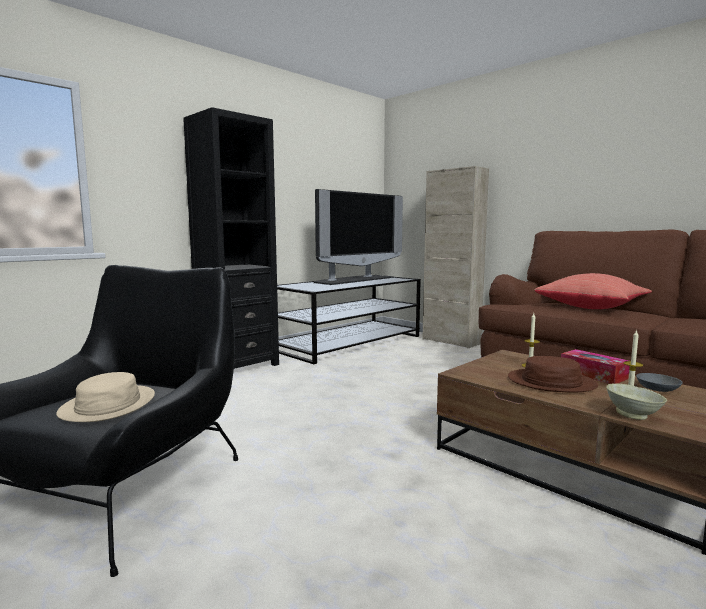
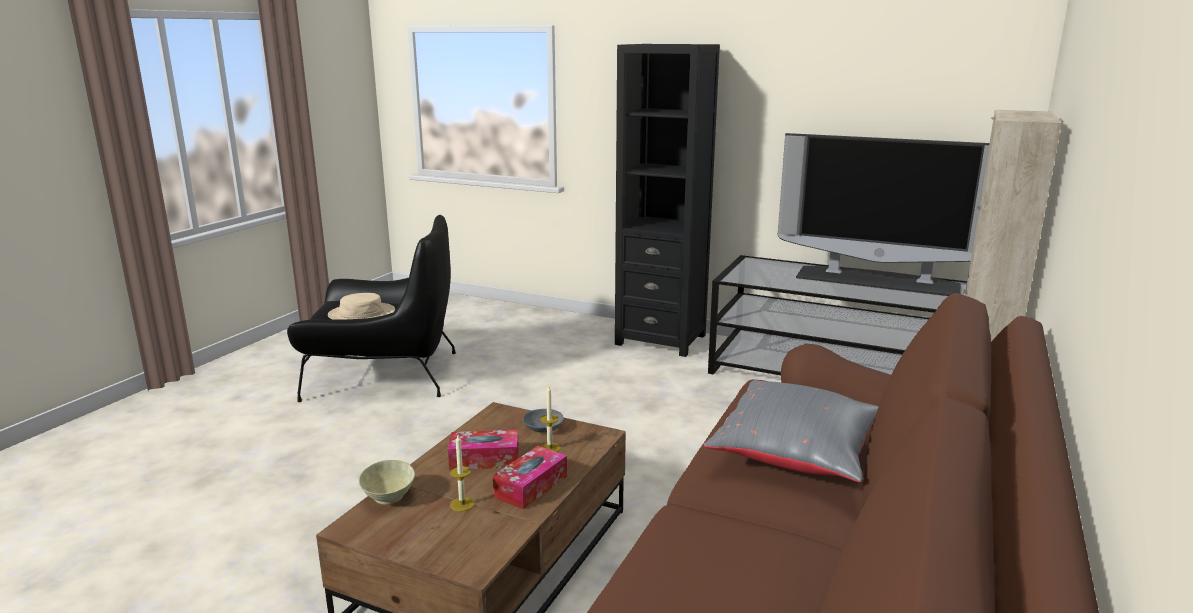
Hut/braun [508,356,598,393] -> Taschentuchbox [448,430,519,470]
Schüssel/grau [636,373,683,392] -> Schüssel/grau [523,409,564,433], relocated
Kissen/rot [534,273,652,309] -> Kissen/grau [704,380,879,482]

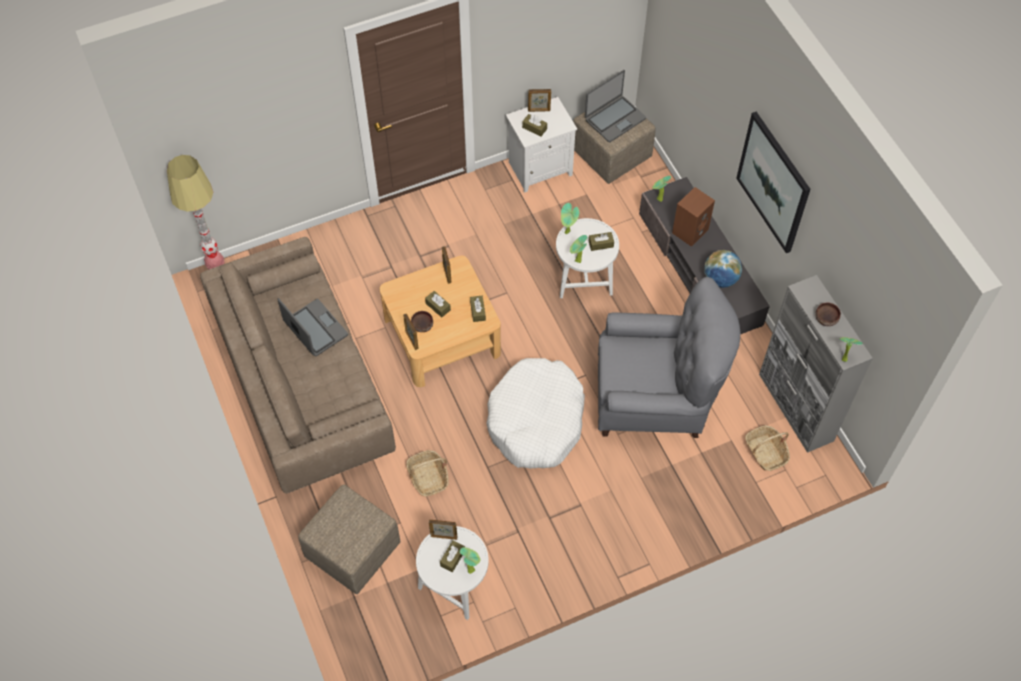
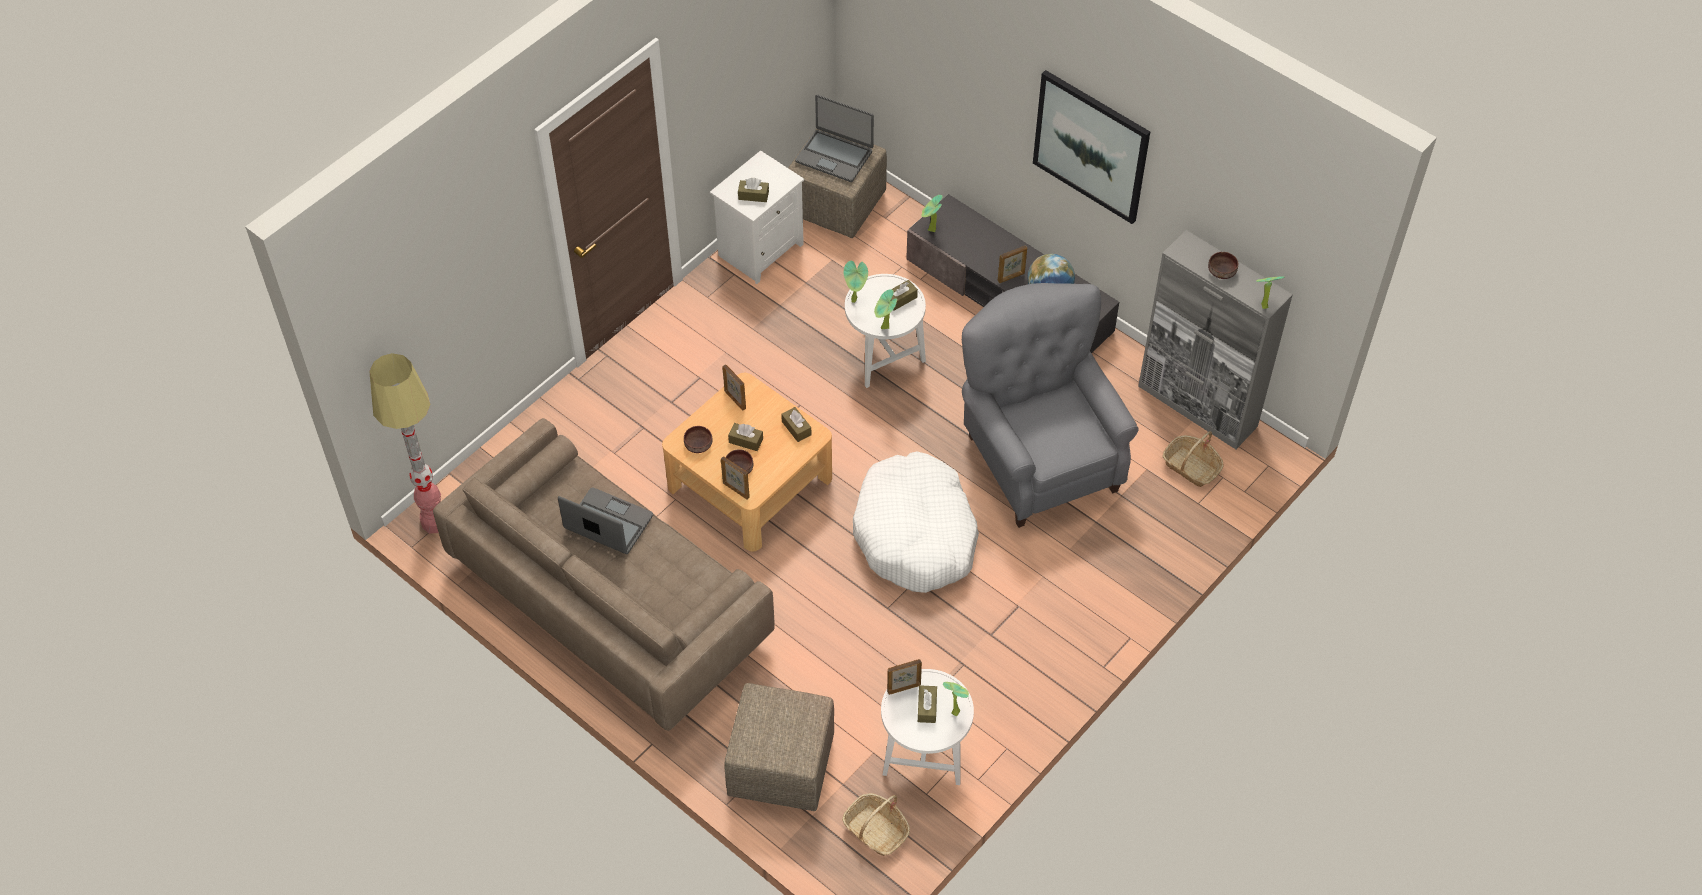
none -> Schüssel/braun [684,426,713,453]
Laptop [585,70,646,142] -> Laptop [795,94,874,182], 90 degrees clockwise
Korb [406,450,449,497] -> Korb [842,793,910,856], relocated
Sessel/grau [598,277,741,438] -> Sessel/grau [962,283,1139,528], 90 degrees counterclockwise
Bilderrahmen [528,89,551,112] -> Bilderrahmen [998,245,1027,283], relocated
Lautsprecher/braun [672,187,715,247] -> none

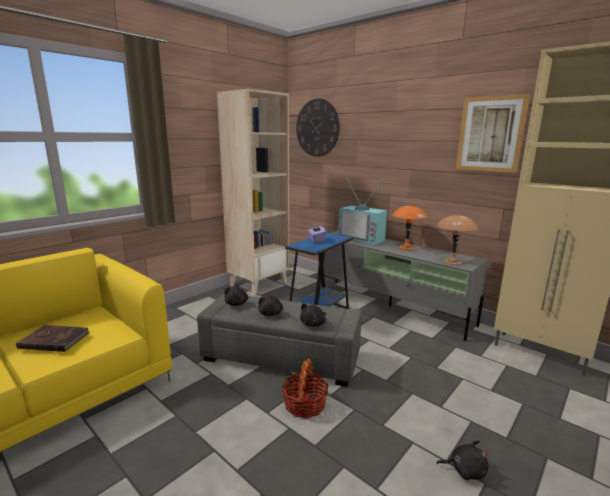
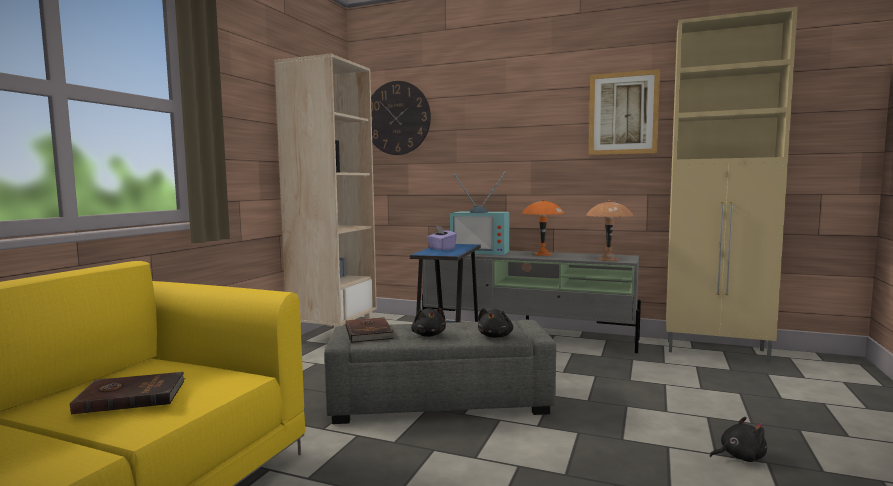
Plüschtier/schwarz [224,287,248,306] -> Buch/braun [345,317,394,343]
Korb [281,359,329,418] -> none

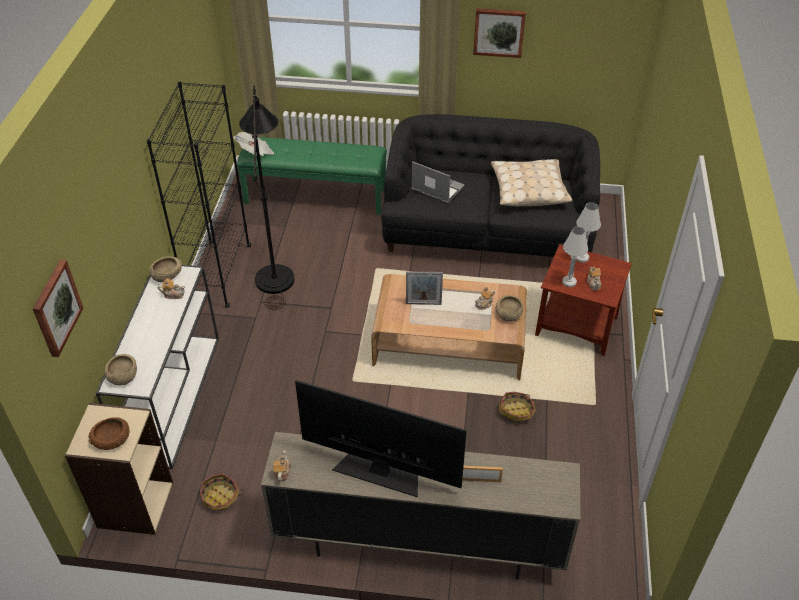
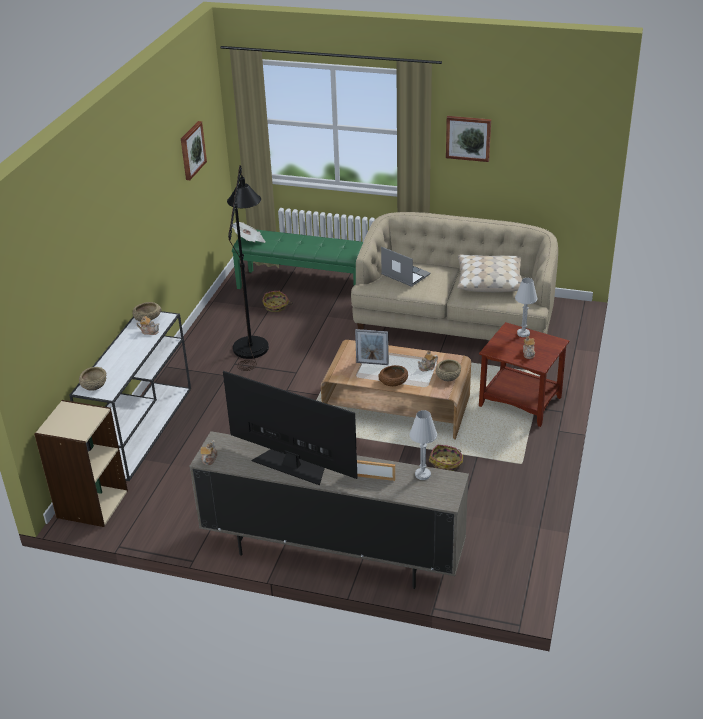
Bild [33,260,83,357] -> Bild [181,121,207,180], relocated
Korb [200,473,244,511] -> Korb [263,291,293,312], relocated
Sofa/schwarz [381,114,600,257] -> Sofa/beige [351,212,558,340]
Schüssel/braun [88,417,130,450] -> Schüssel/braun [378,365,408,386], relocated
Tischlampe/weiß [562,226,588,287] -> Tischlampe/weiß [410,410,437,480], relocated
Bücherregal/schwarz [147,81,251,308] -> none

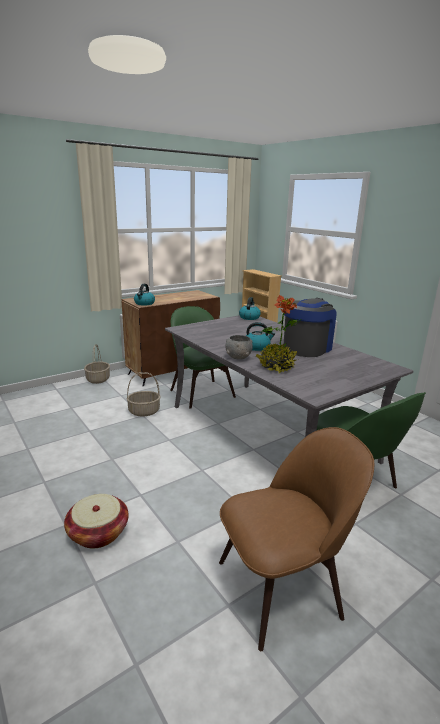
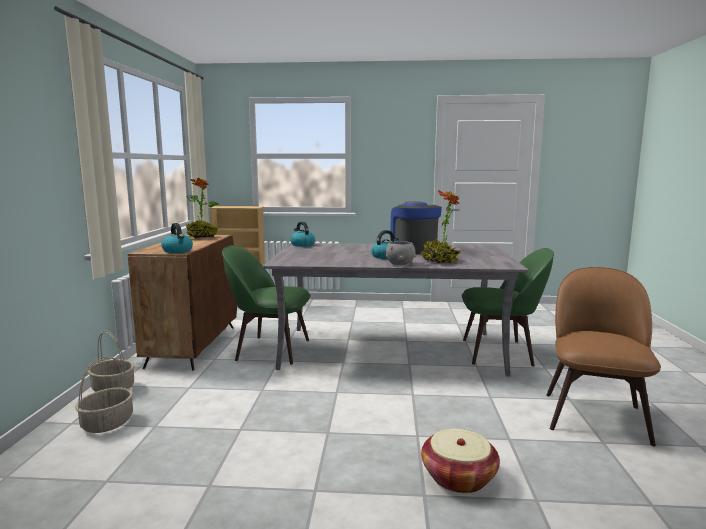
Korb [127,372,161,417] -> Korb [75,356,133,433], relocated
none -> Topfpflanze [186,178,220,238]

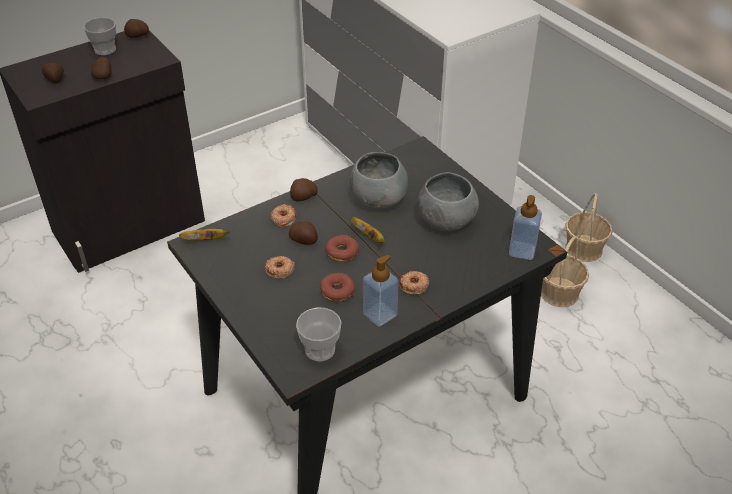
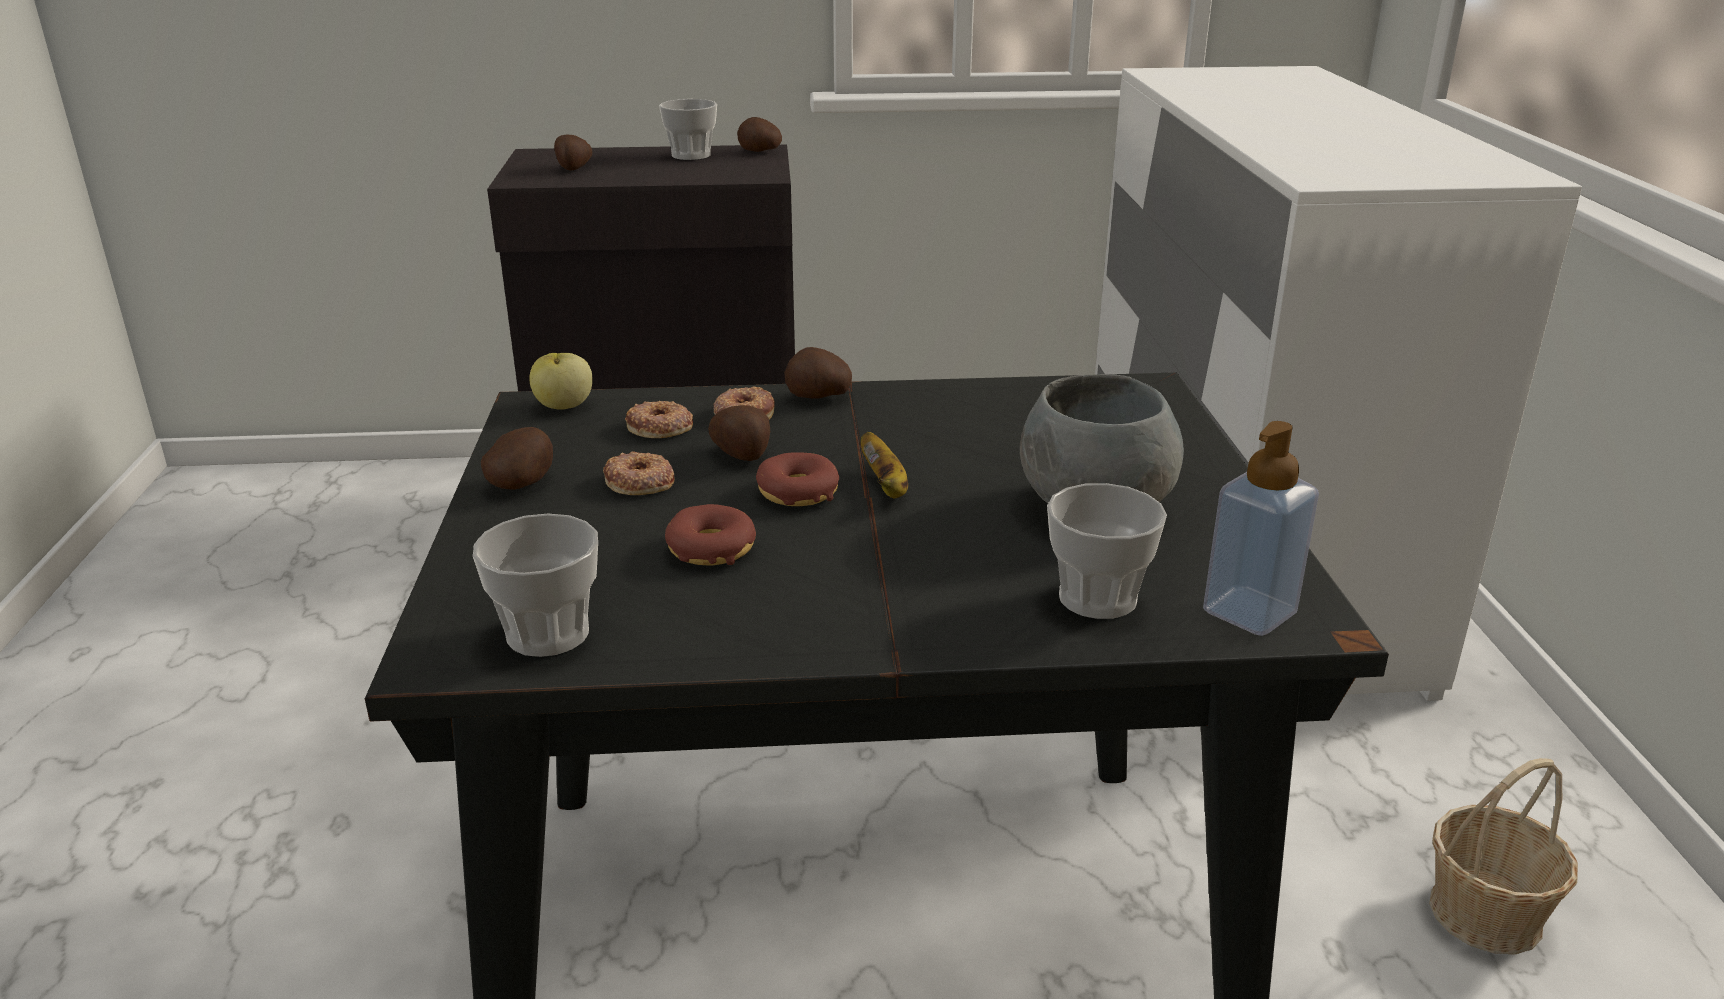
Kartoffel [91,57,112,79] -> Kartoffel [481,427,553,490], relocated
Banane [179,229,230,241] -> Apfel [530,353,593,410]
Donut [399,271,429,294] -> Donut [625,401,693,438], relocated
none -> Tasse [1047,483,1167,619]
Schüssel/grau [350,152,408,208] -> none
Seifenspender [363,255,399,326] -> none
Korb [565,193,613,262] -> none

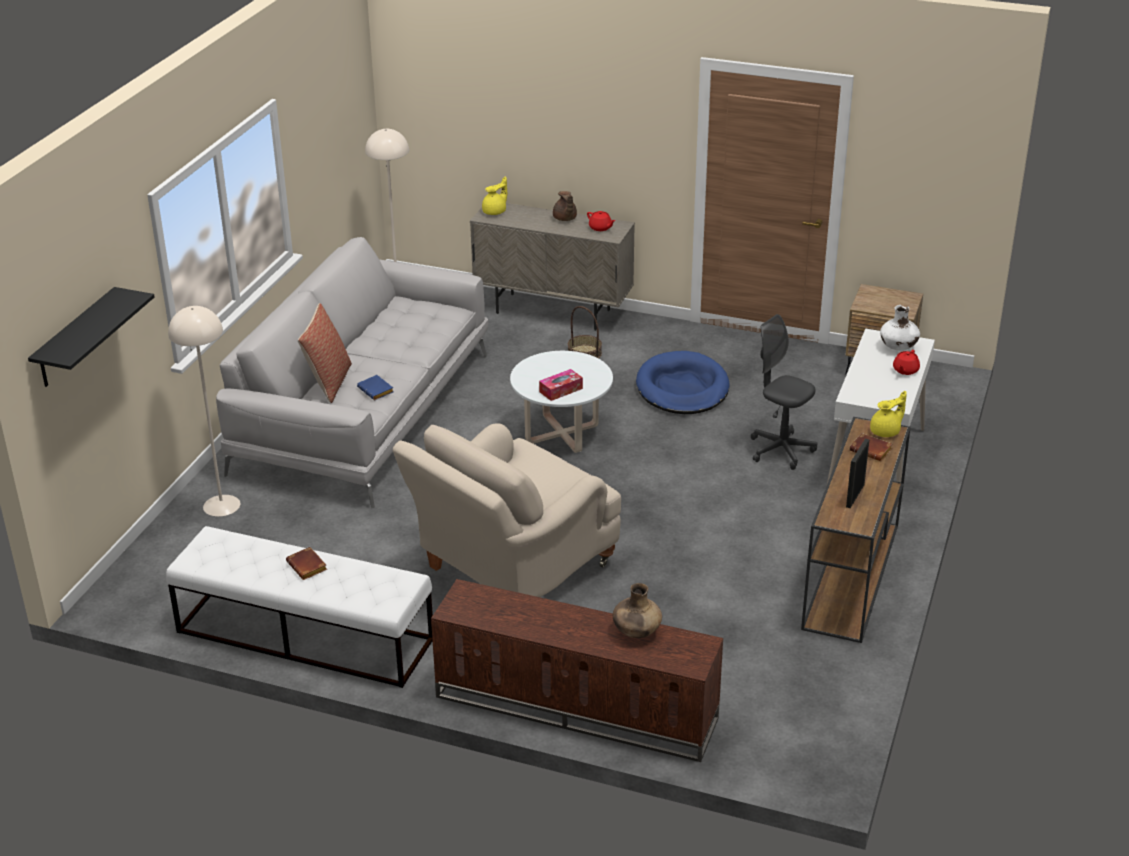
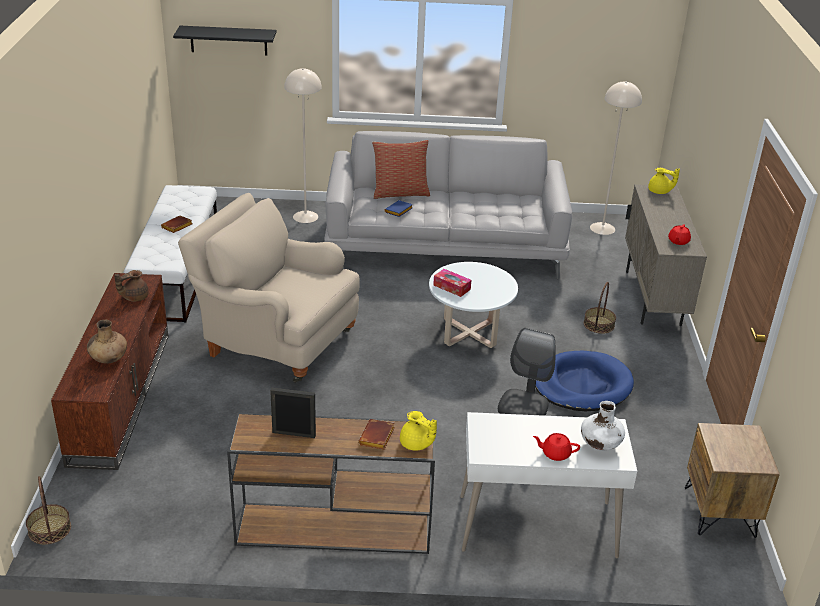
none -> Korb [26,476,71,544]
Teekanne/braun [553,191,577,221] -> Teekanne/braun [114,270,149,302], relocated

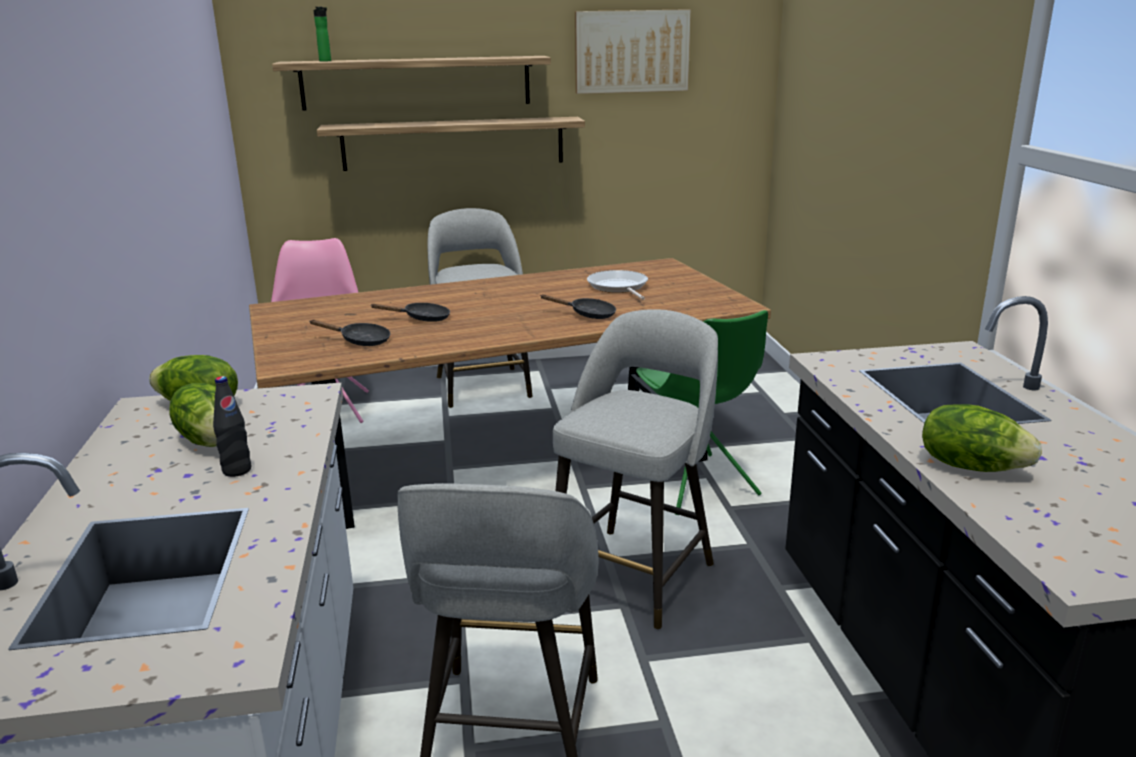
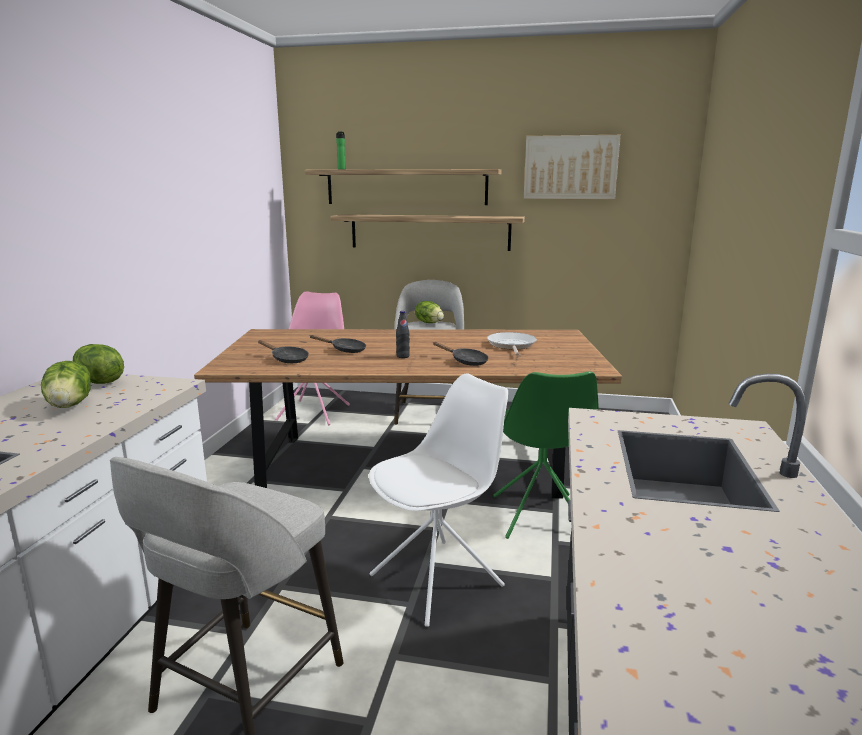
Hocker/grau [553,309,718,629] -> Stuhl/weiß [369,374,508,627]
Flasche/schwarz [213,376,251,477] -> Flasche/schwarz [396,311,410,358], relocated
Salatkopf [922,404,1042,472] -> Salatkopf [415,301,444,323], relocated

